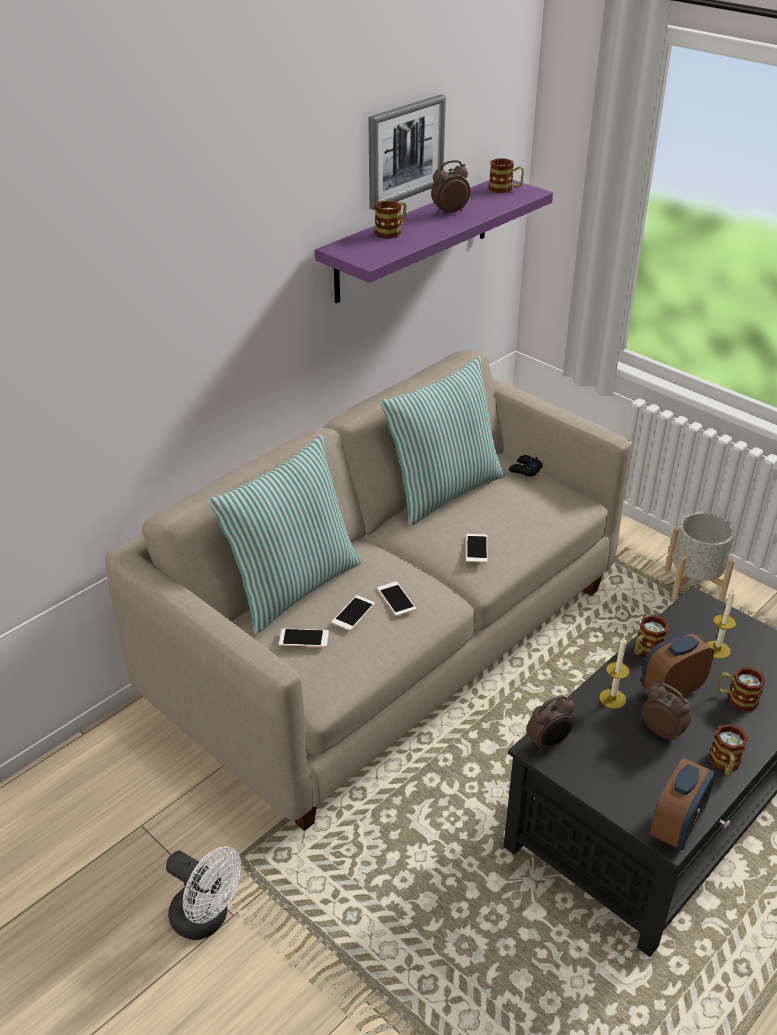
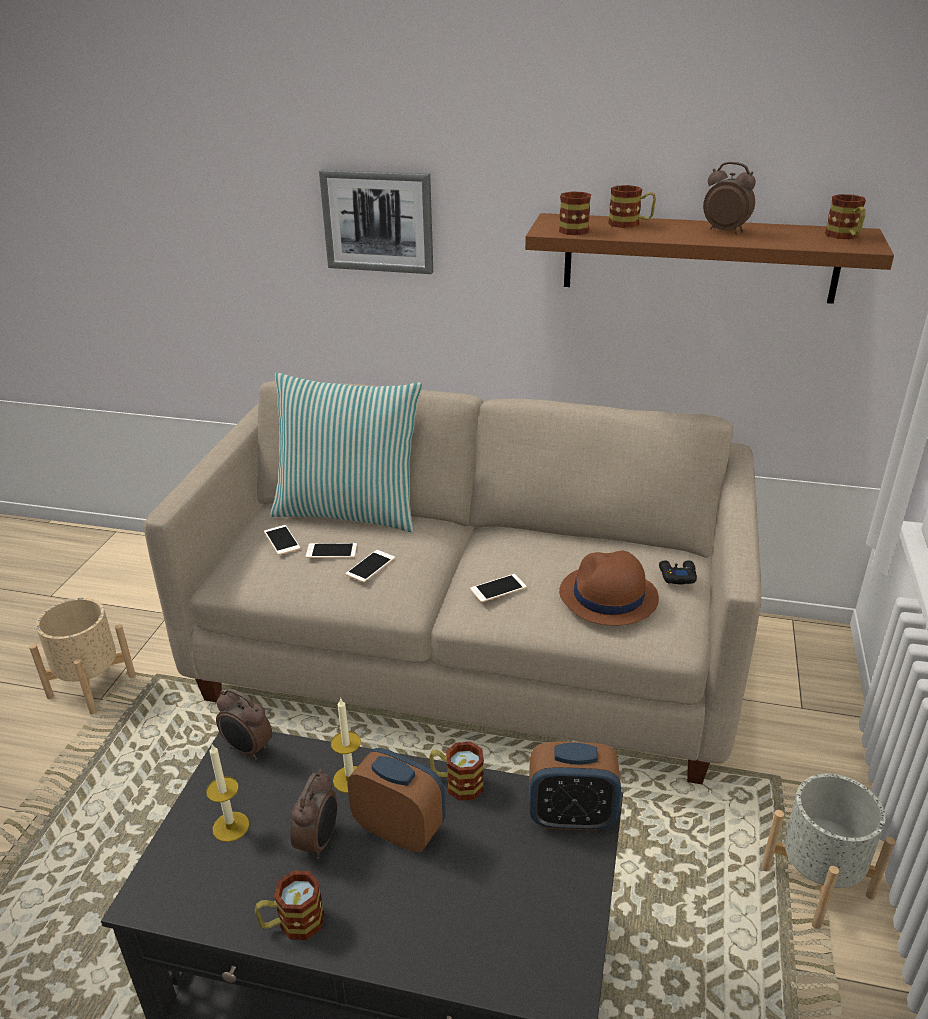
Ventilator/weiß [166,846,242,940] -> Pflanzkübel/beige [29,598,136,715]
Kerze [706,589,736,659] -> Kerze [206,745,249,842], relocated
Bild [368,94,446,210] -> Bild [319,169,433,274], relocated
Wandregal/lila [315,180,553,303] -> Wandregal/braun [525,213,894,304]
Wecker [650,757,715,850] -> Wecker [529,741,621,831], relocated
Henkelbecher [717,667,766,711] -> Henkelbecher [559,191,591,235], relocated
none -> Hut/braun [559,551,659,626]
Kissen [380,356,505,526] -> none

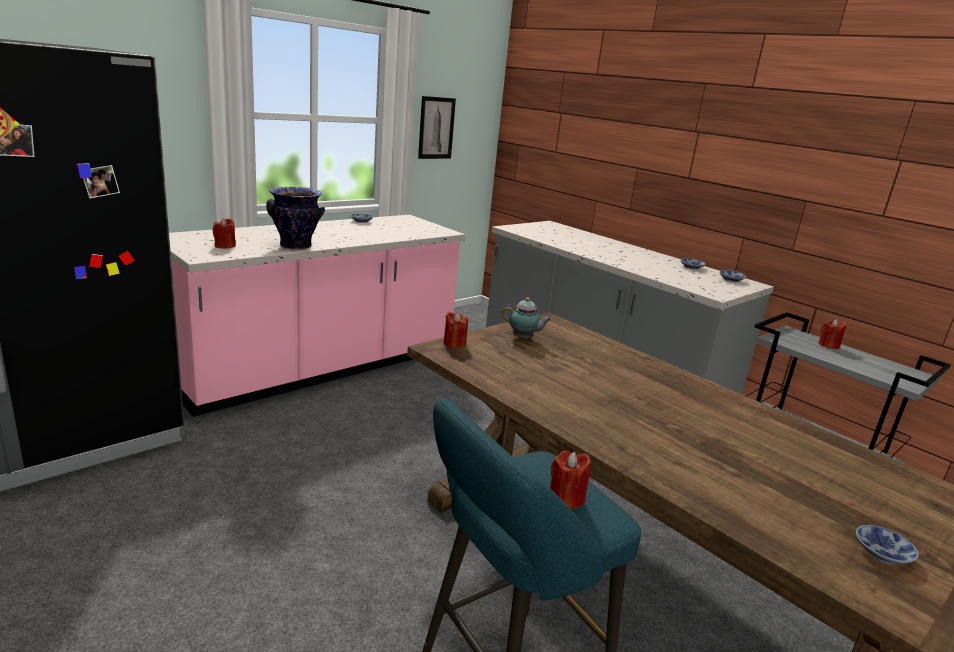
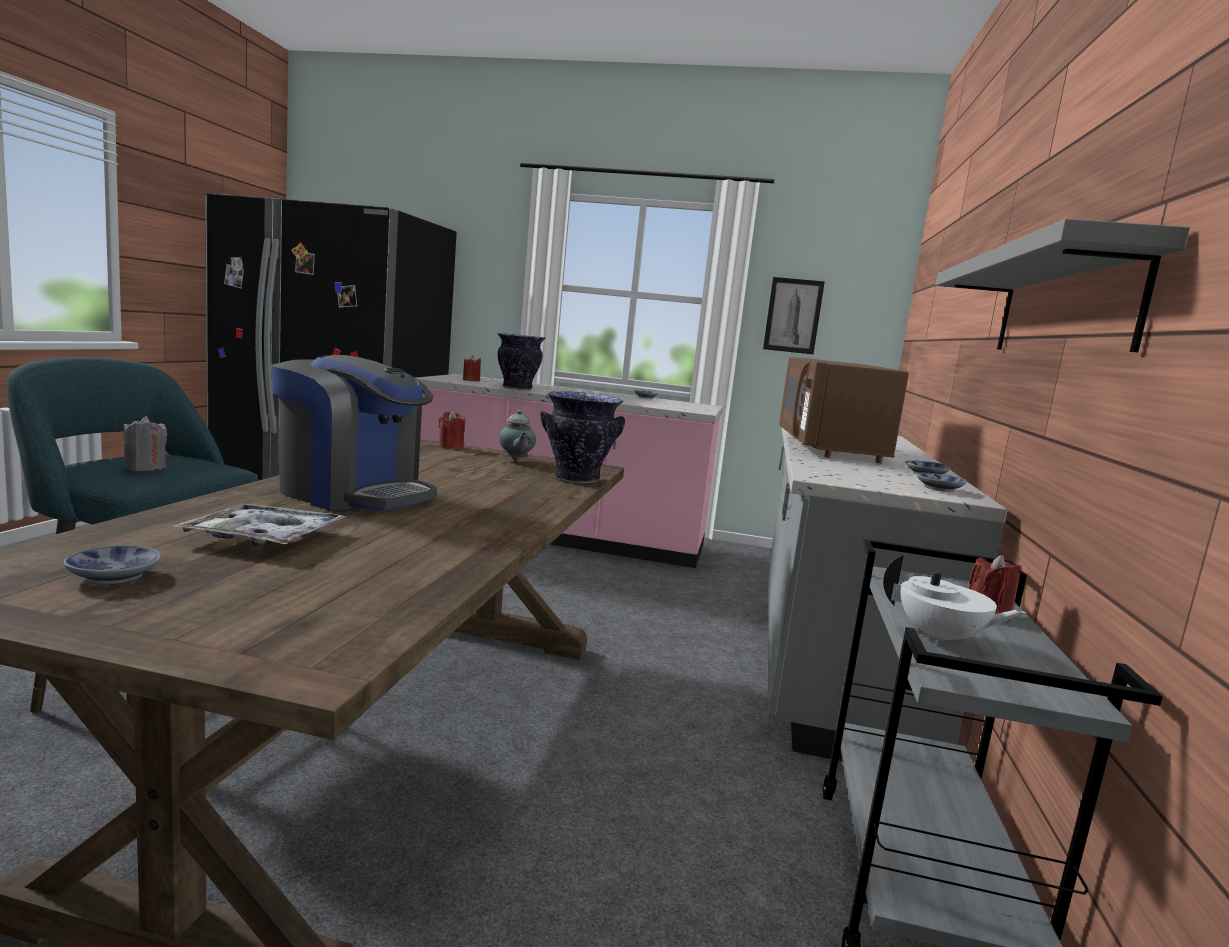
Kerze/rot [550,451,591,509] -> Kerze/grau [123,416,167,471]
none -> Tablett [174,504,346,546]
none -> Kaffeemaschine [271,355,437,511]
none -> Vase [540,391,625,483]
none -> Mikrowelle/braun [779,357,909,463]
none -> Teekanne/weiß [883,554,1026,646]
none -> Wandregal/grau [935,219,1190,352]

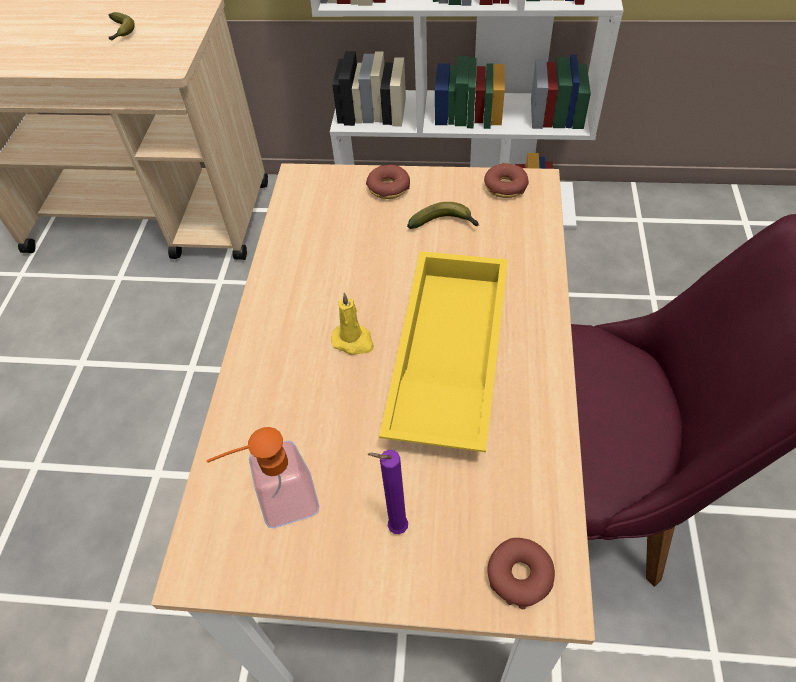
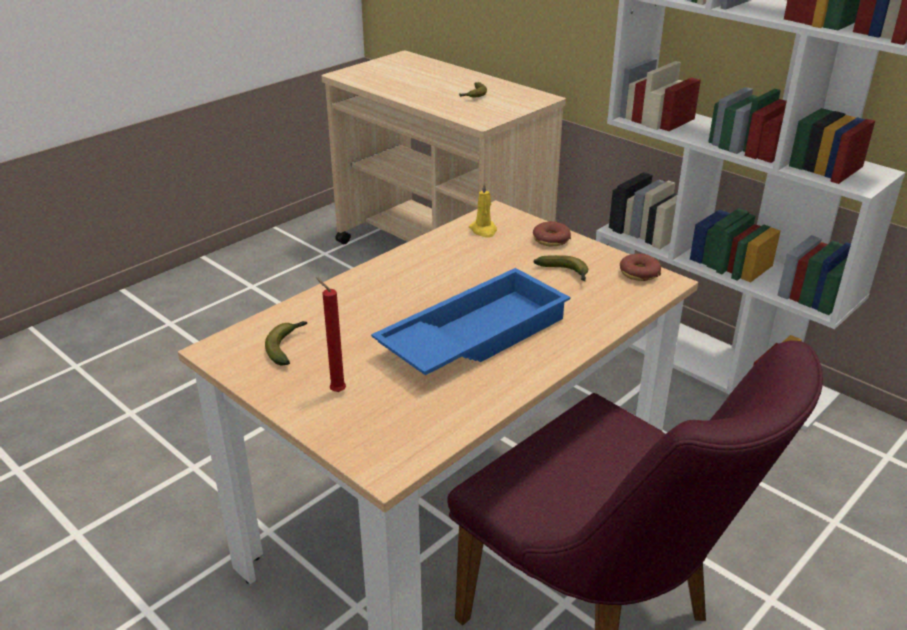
Seifenspender [206,427,319,528] -> Banane [265,321,307,366]
Kerze/lila [368,450,408,534] -> Kerze/rot [316,277,346,392]
Tablett/gelb [379,251,508,452] -> Tablett/blau [371,268,570,375]
Kerze/gelb [331,293,374,355] -> Kerze/gelb [469,182,497,238], relocated
Donut [487,538,555,609] -> none

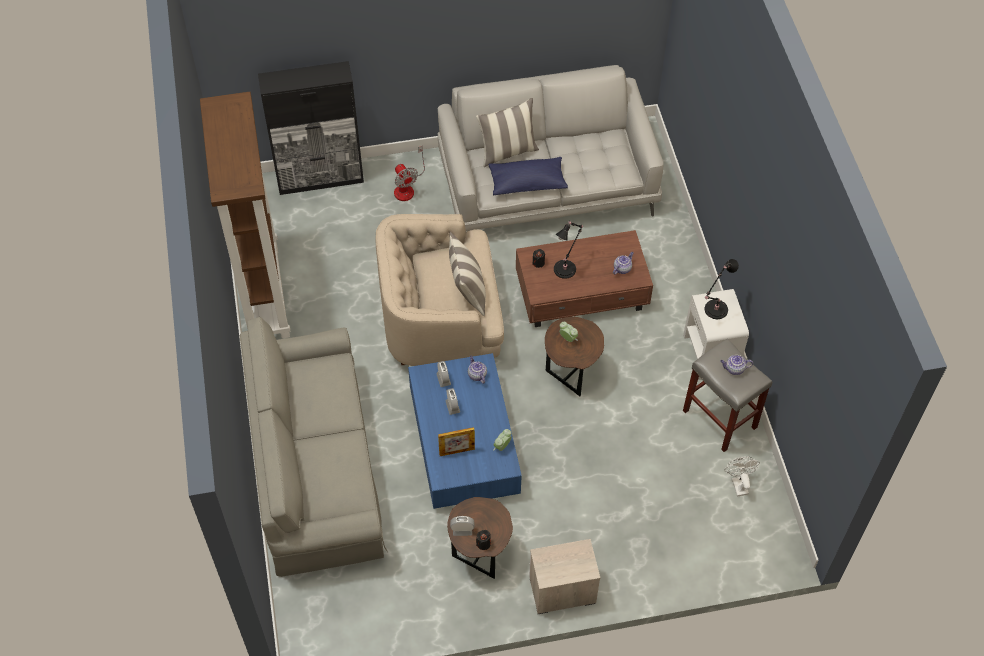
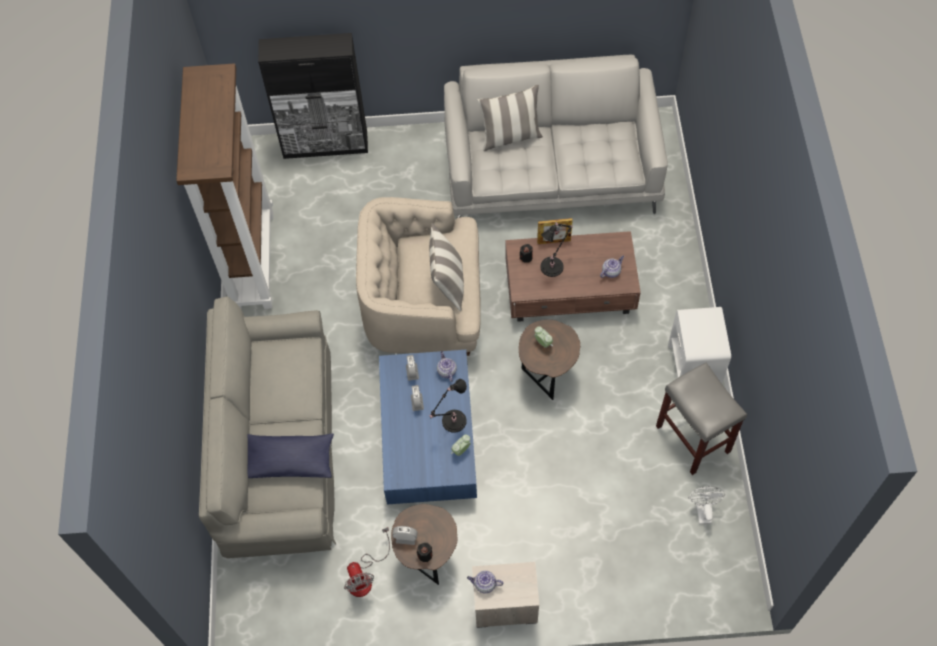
Kissen/blau [488,157,568,195] -> Kissen/blau [247,433,334,478], relocated
Ventilator [394,146,425,201] -> Ventilator [344,527,390,597], relocated
Tischlampe/schwarz [705,259,739,319] -> Tischlampe/schwarz [429,379,467,433], relocated
Teekanne [720,355,753,375] -> Teekanne [467,571,503,593], relocated
Bilderrahmen [438,427,475,456] -> Bilderrahmen [537,218,573,244], relocated

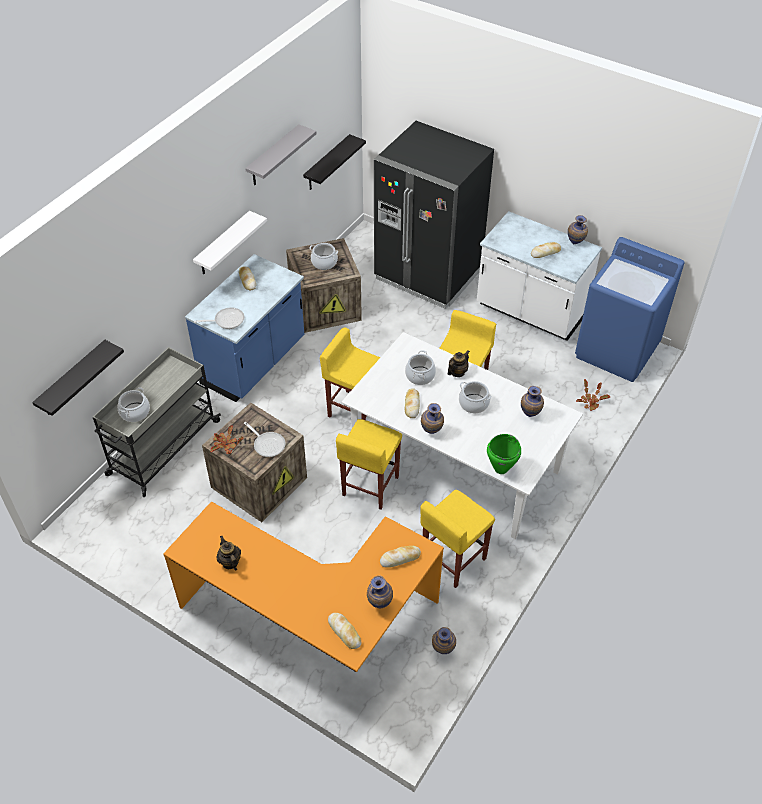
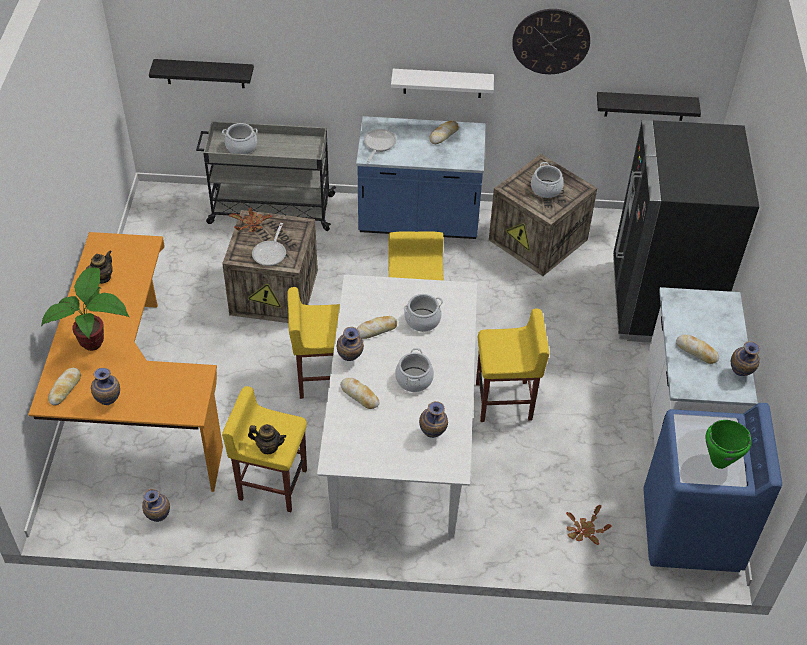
none -> Topfpflanze [41,267,129,351]
Teekanne [447,350,470,377] -> Teekanne [248,424,286,454], relocated
Brot [380,546,421,568] -> Brot [340,378,380,409], relocated
Pfanne [194,307,245,329] -> Pfanne [364,129,396,162], 120 degrees counterclockwise
Wandregal/grau [245,124,316,185] -> Wanduhr [512,9,590,74]
Kochtopf/grün [487,434,521,474] -> Kochtopf/grün [706,420,752,469], relocated

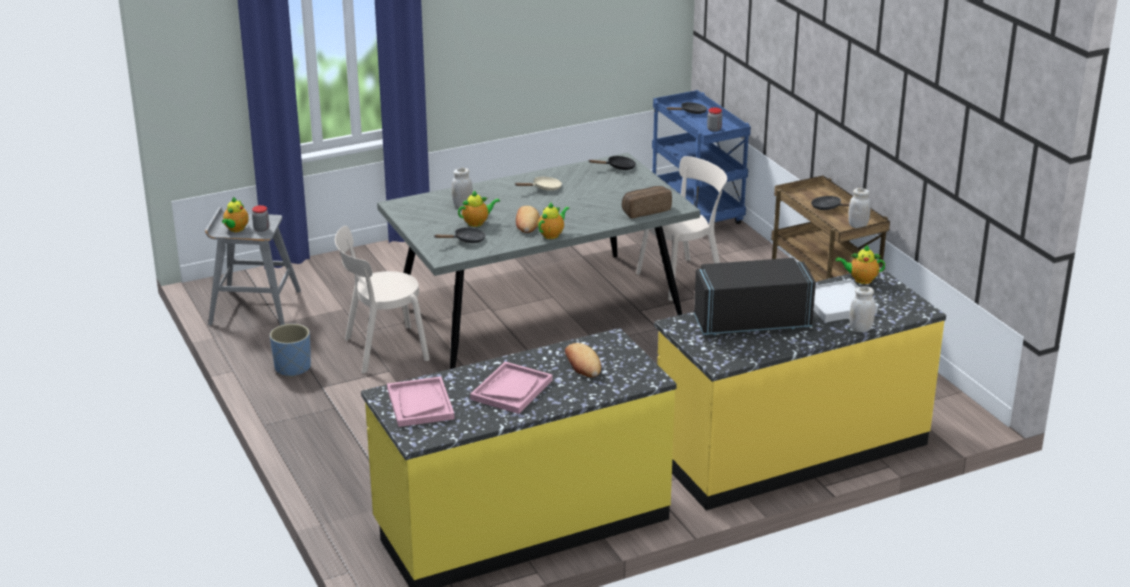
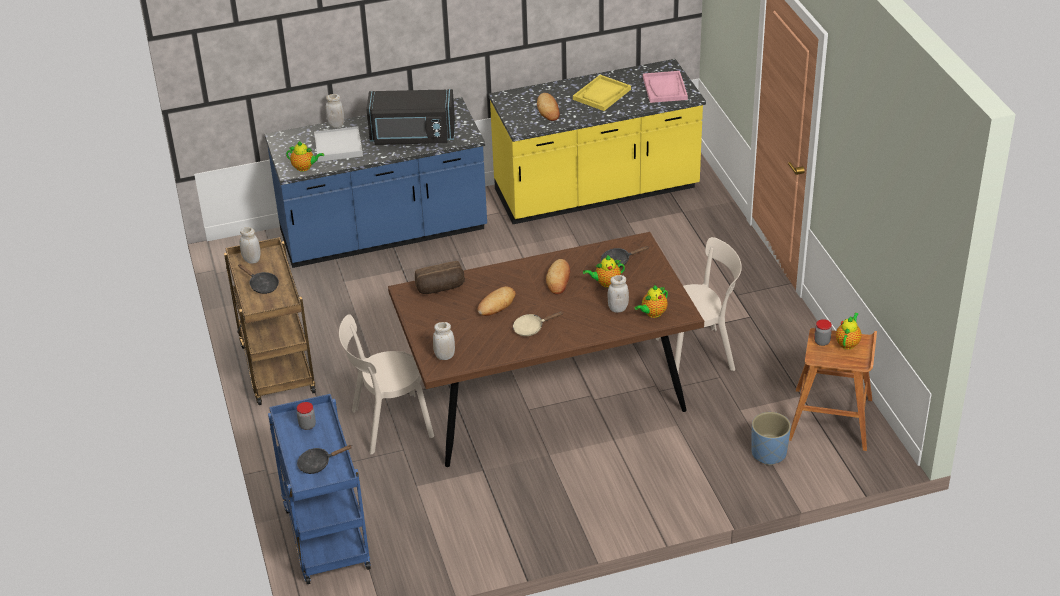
Küchenzeile/gelb [654,266,946,510] -> Küchenzeile/blau [264,97,487,268]
Esstisch/grau [377,153,700,369] -> Esstisch/braun [388,232,704,467]
Pfanne/schwarz [589,156,636,170] -> Vorratsglas/weiß [433,322,455,360]
none -> Brot [478,286,516,316]
Tablett/rosa [470,362,553,414] -> Tablett/gelb [573,75,631,111]
Teekanne [538,202,570,239] -> Teekanne [635,285,668,318], relocated
Pflanzkübel/blau [270,324,311,377] -> Pflanzkübel/blau [751,412,791,465], relocated
Hocker/grau [205,207,301,326] -> Hocker/braun [789,328,877,451]

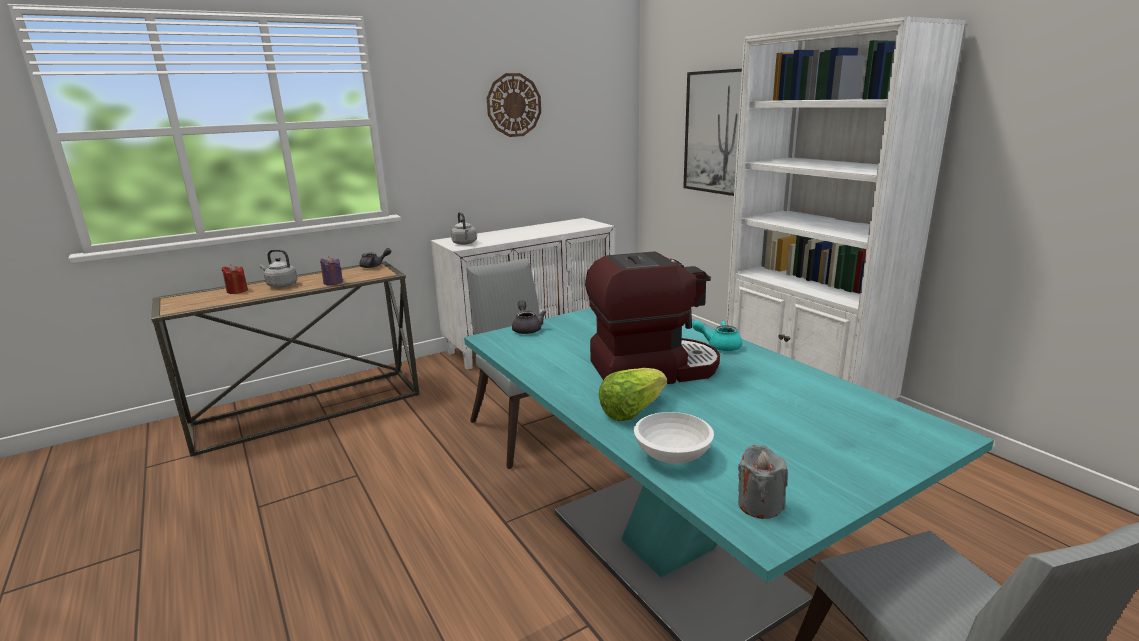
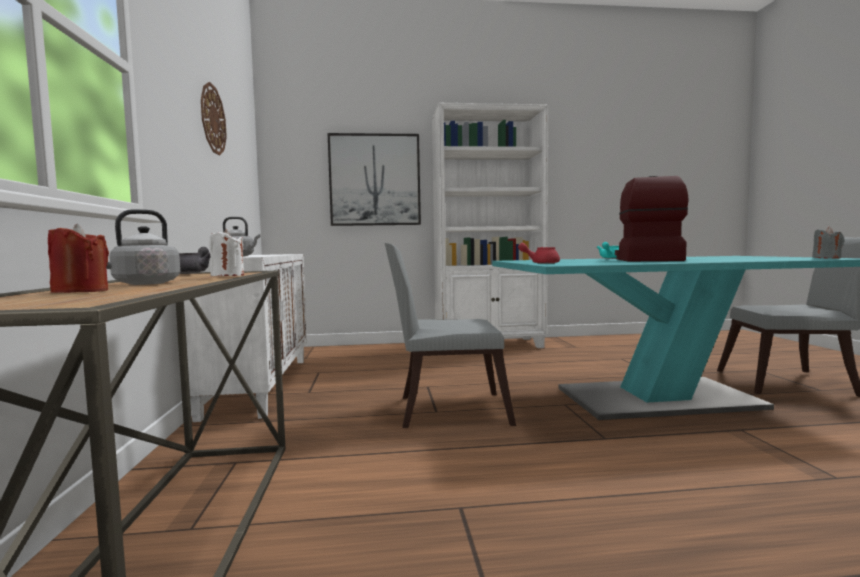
Kerze/lila [320,256,343,285] -> Kerze/weiß [209,229,244,276]
Teekanne/grau [512,300,546,334] -> Teekanne/rot [518,243,560,264]
Salatkopf [598,368,667,421] -> none
Schüssel/weiß [634,412,714,464] -> none

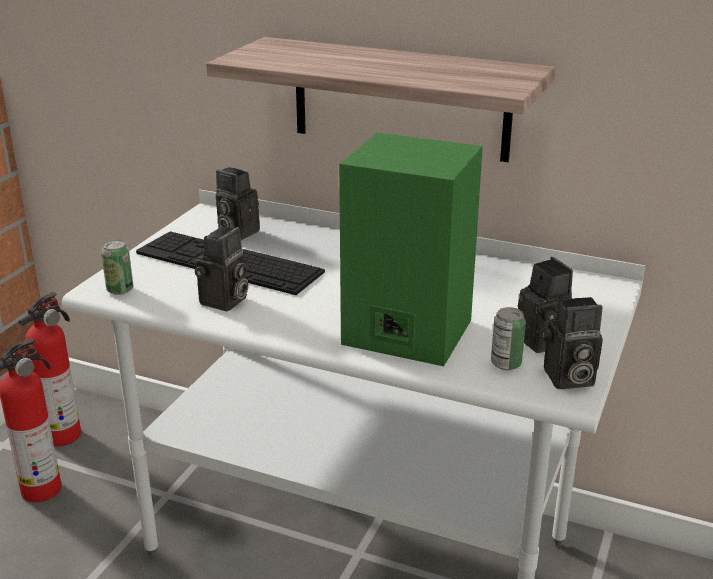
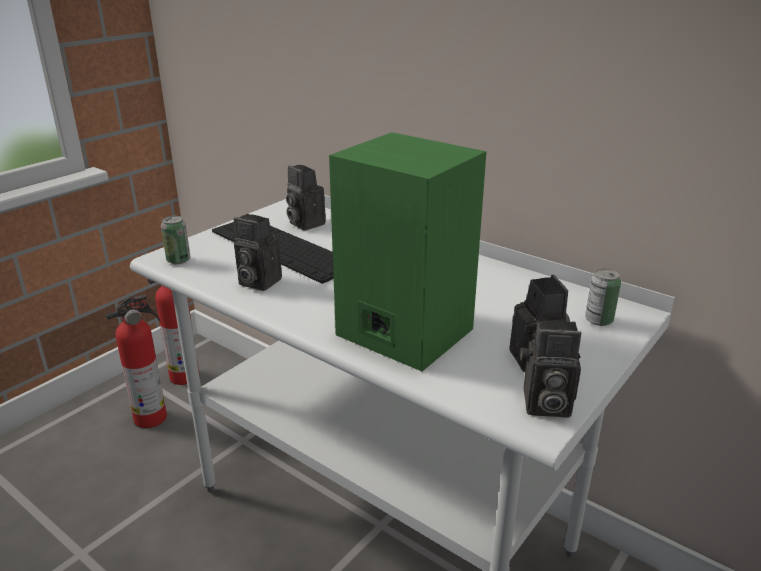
Kamera [195,226,249,311] -> Kamera [234,214,282,291], 75 degrees clockwise
Dose [491,307,526,370] -> Dose [585,269,621,326], relocated
Wandregal [206,37,556,162] -> none

